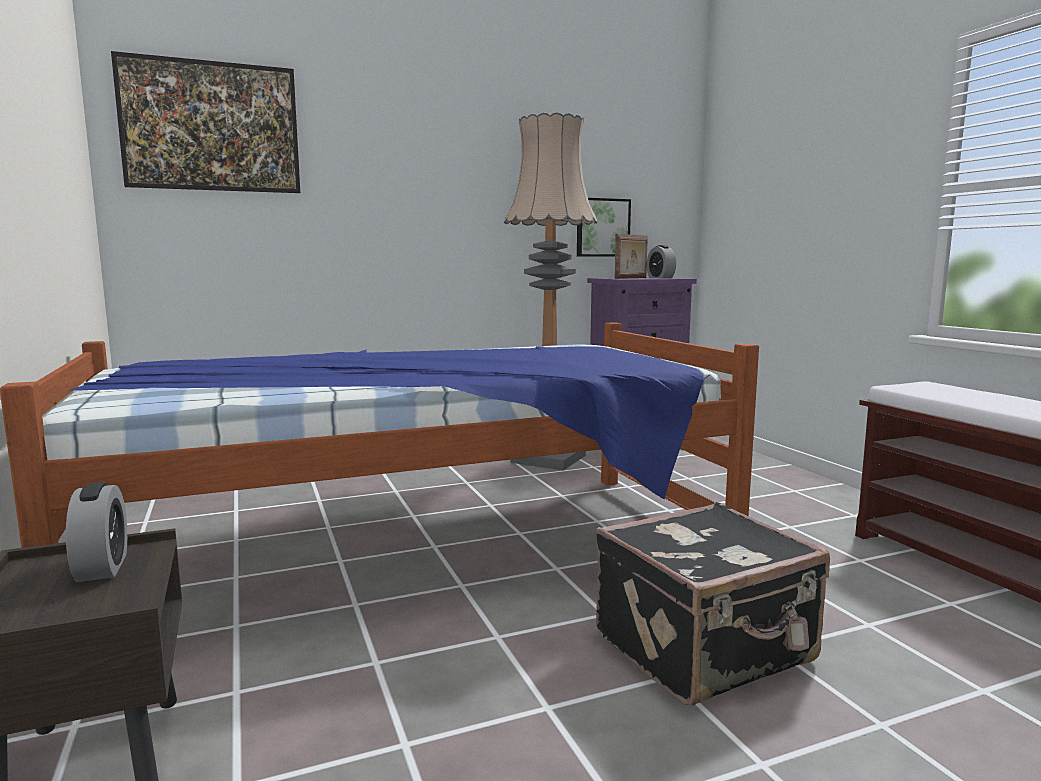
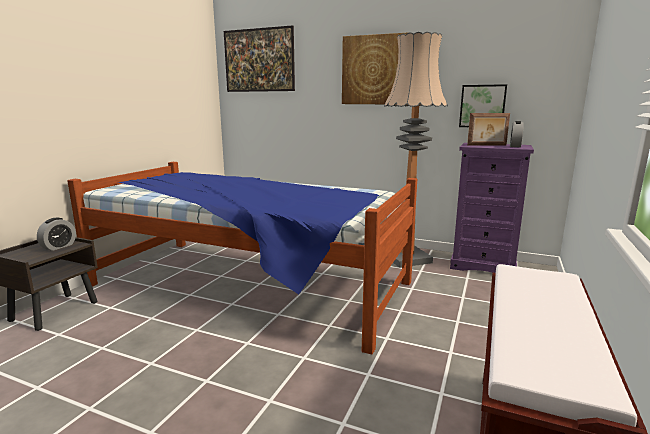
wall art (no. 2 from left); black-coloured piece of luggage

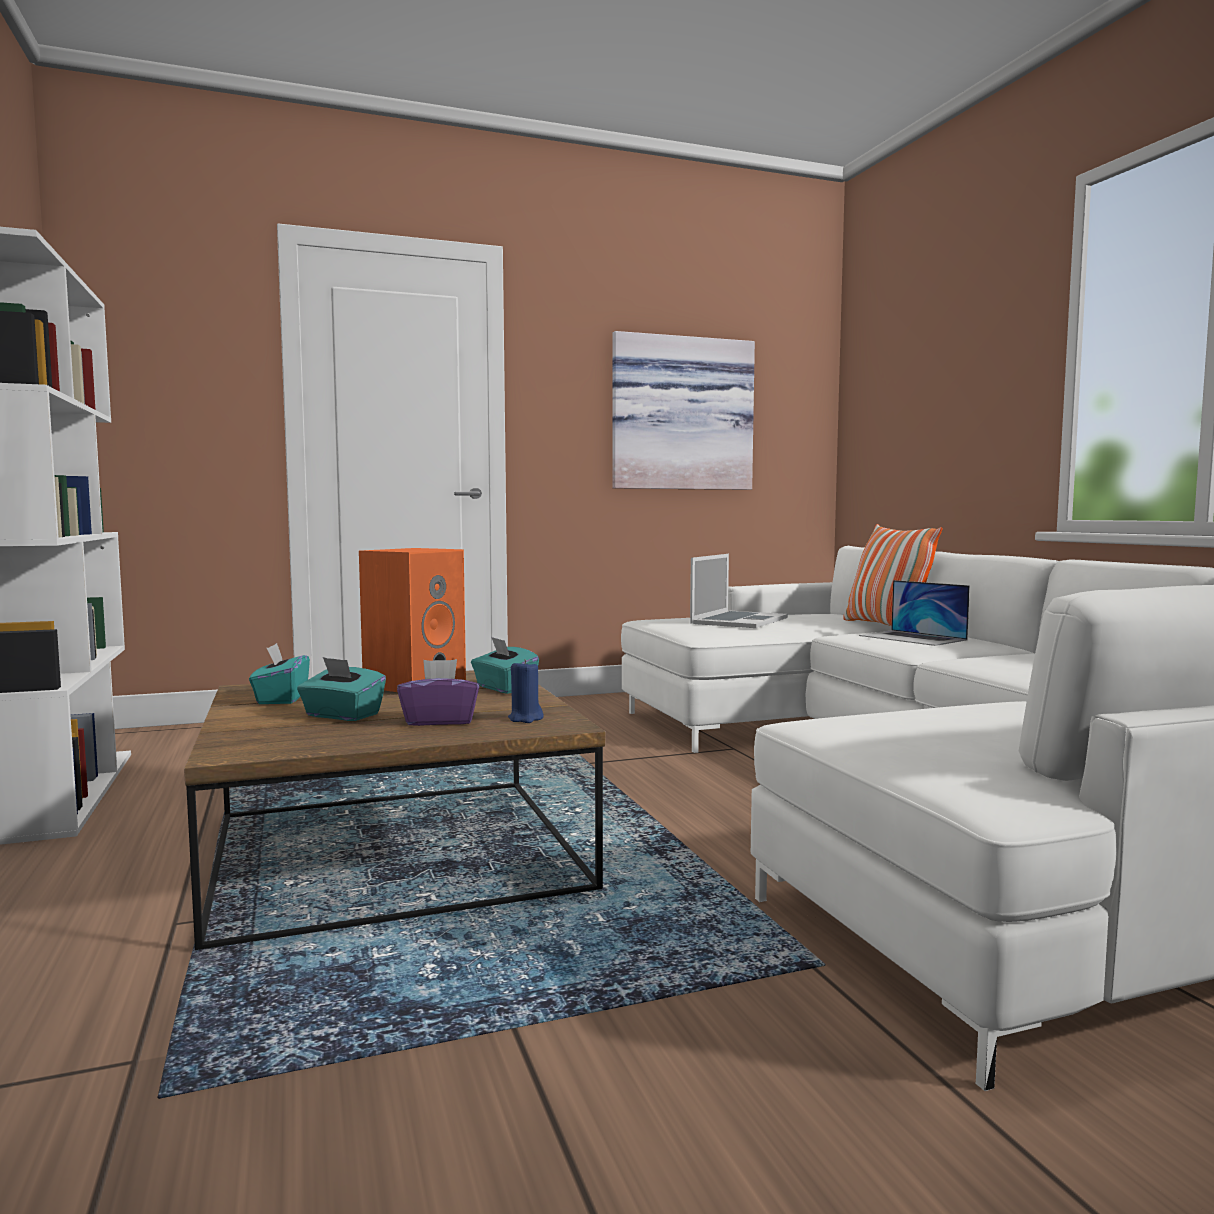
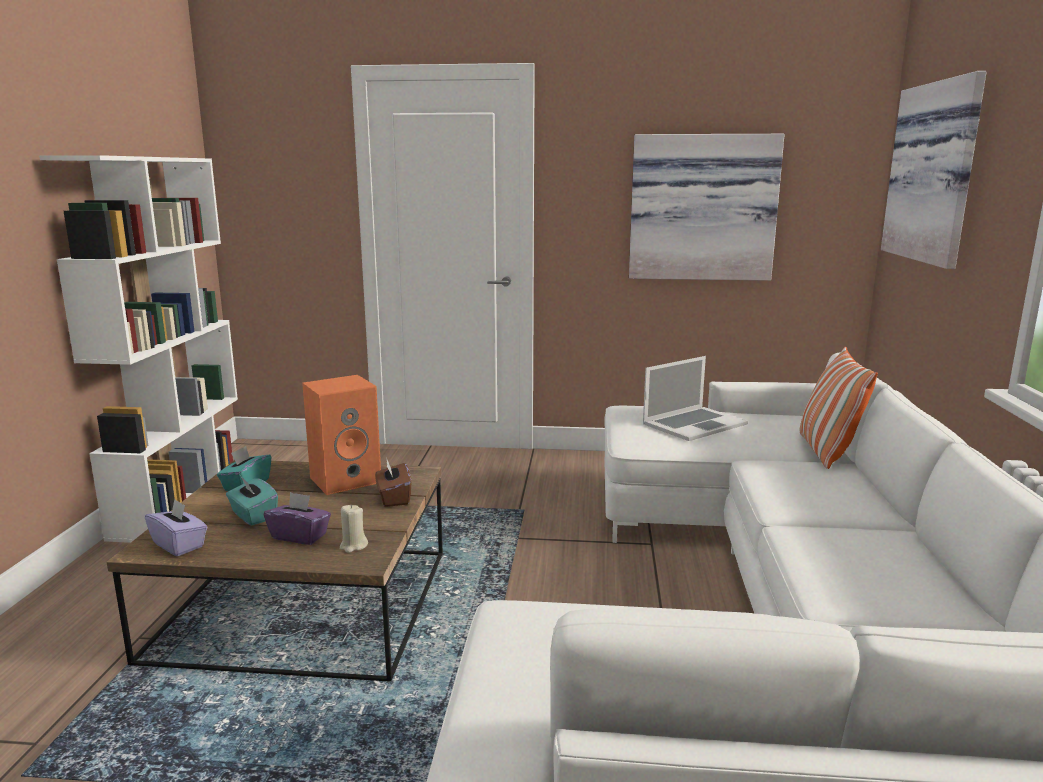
purple tissue holder (no. 1 from left); beige wax candle; brownish tissue holder; wall art (no. 2 from left); notebook computer (no. 2 from left in the first image)

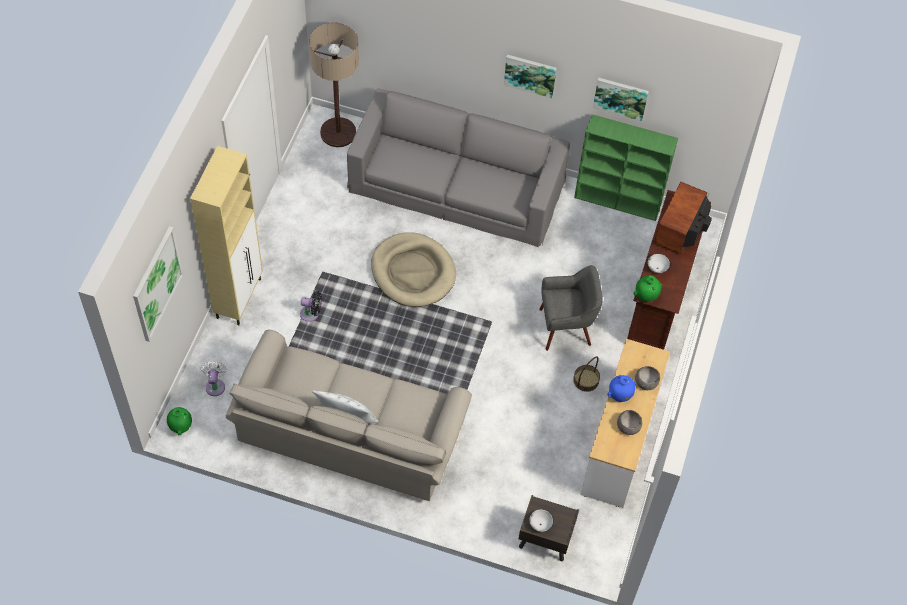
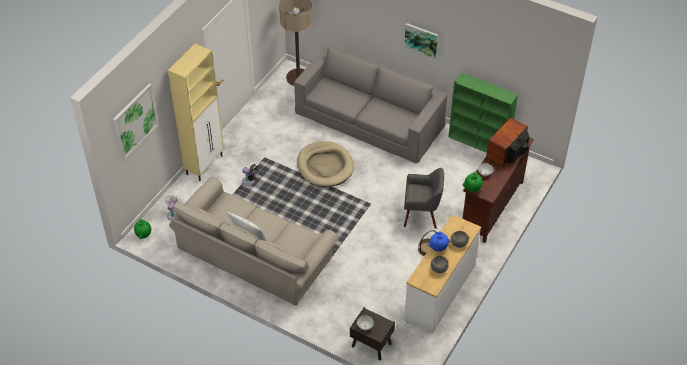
wall art (no. 3 from left in the first image)

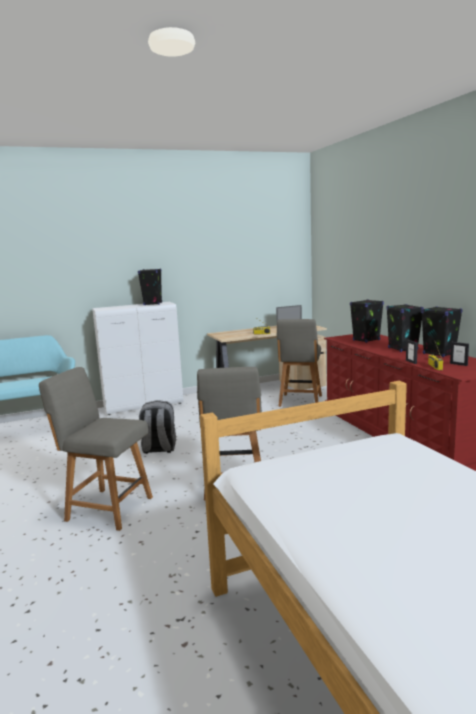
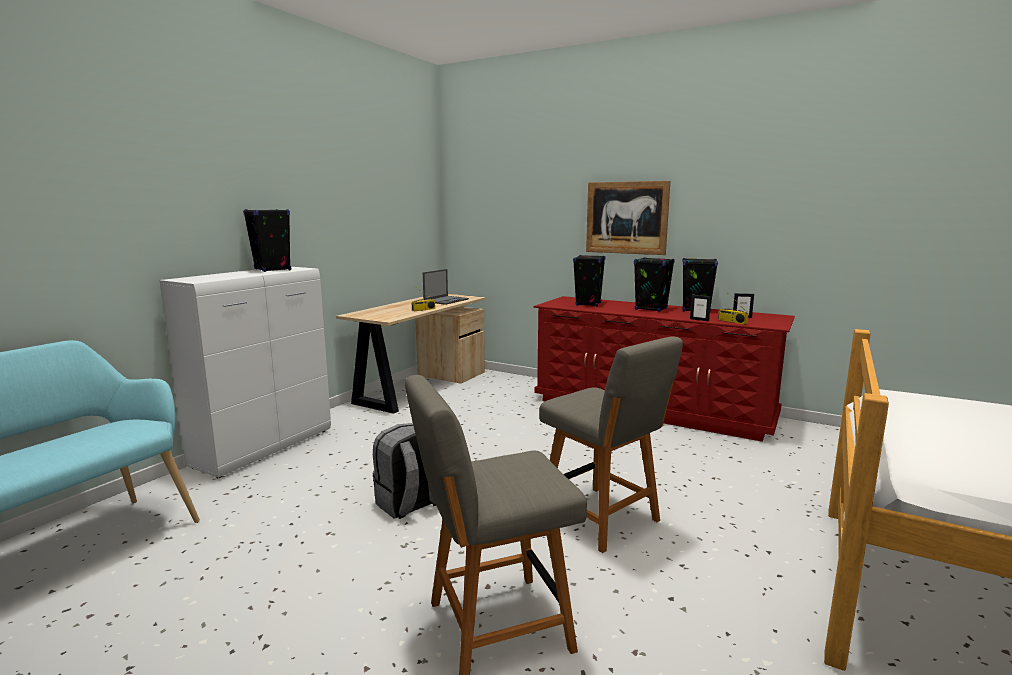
wall art; greyish plain chair (no. 3 from left in the first image)

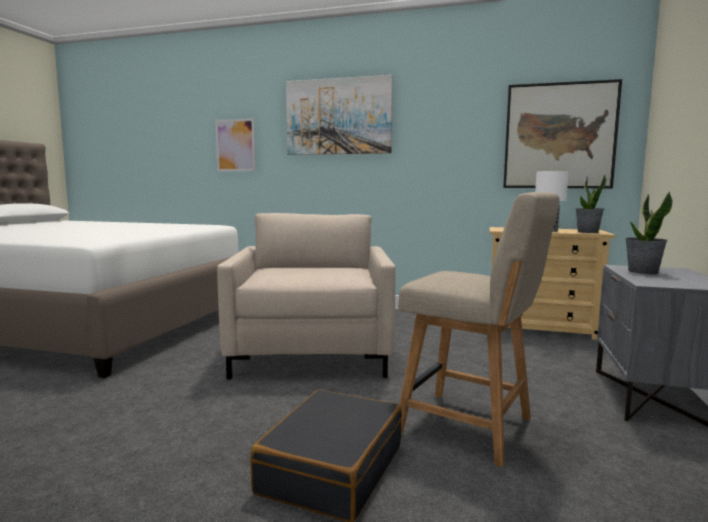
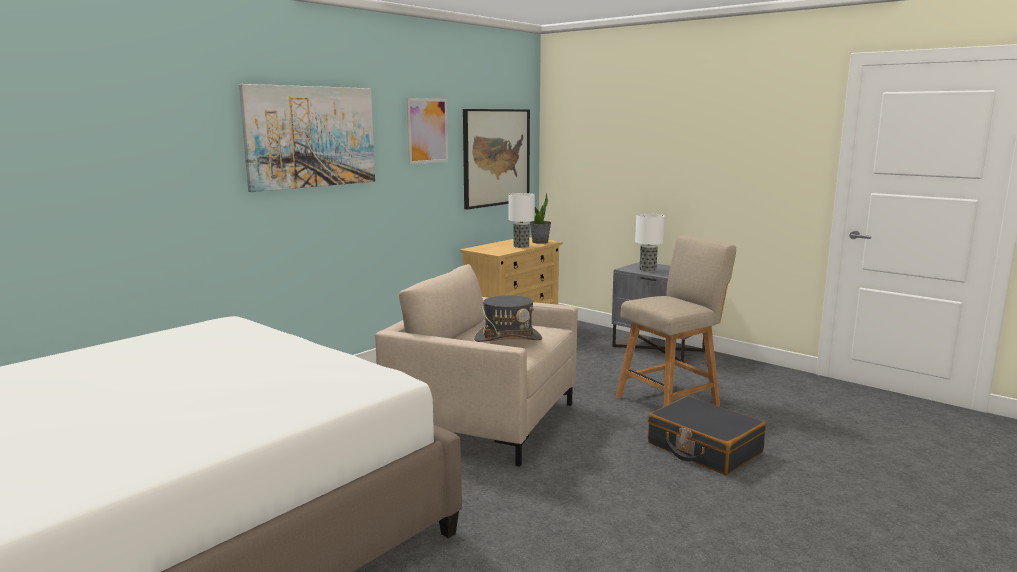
wall art (no. 2 from left); greyish wearable hat; lamp for a table (no. 2 from left)

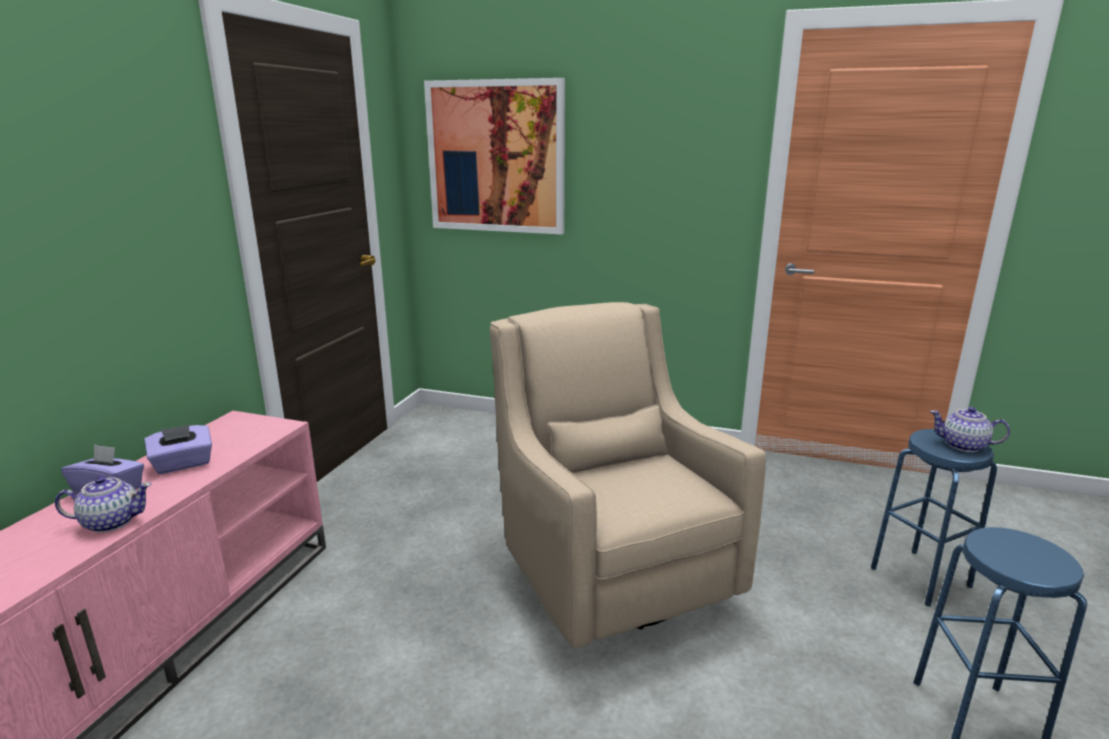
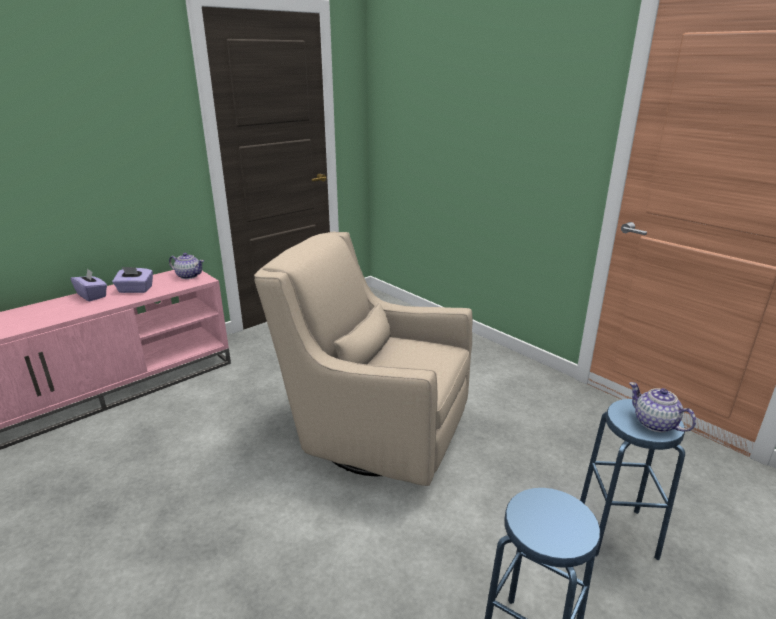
tea pot (no. 1 from left); beige easy chair; wall art

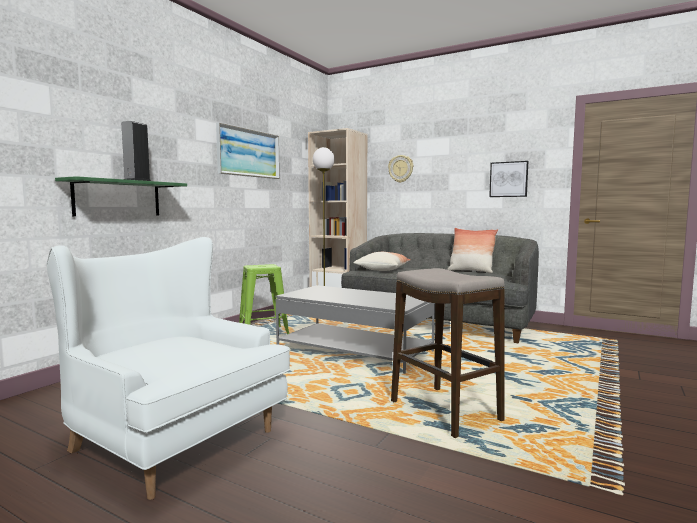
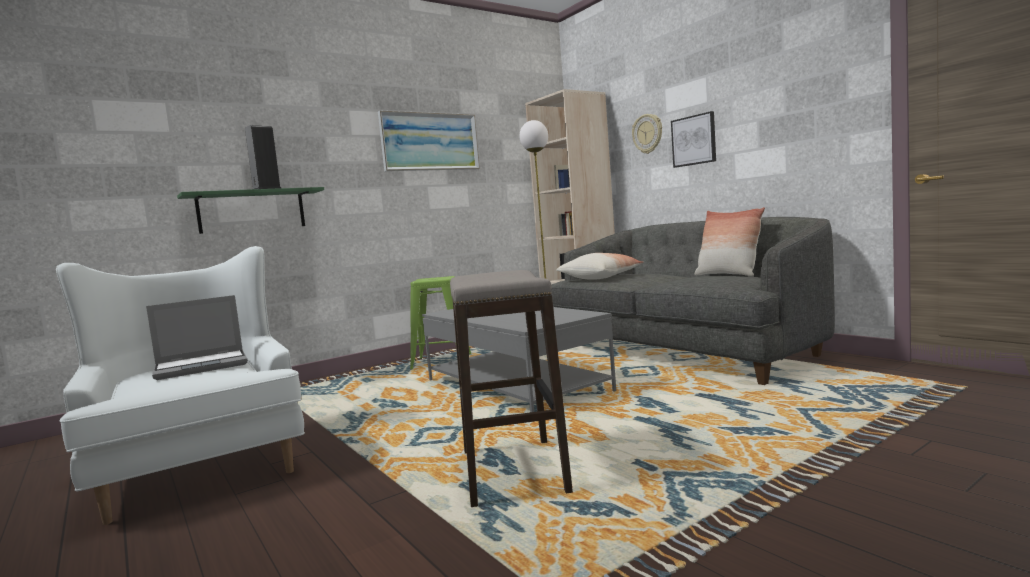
notebook computer; wall art (no. 2 from left)

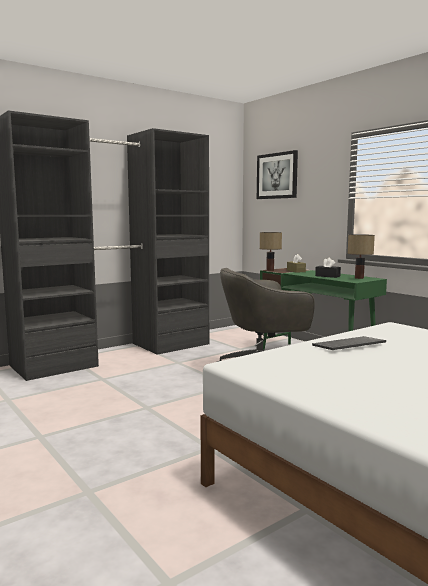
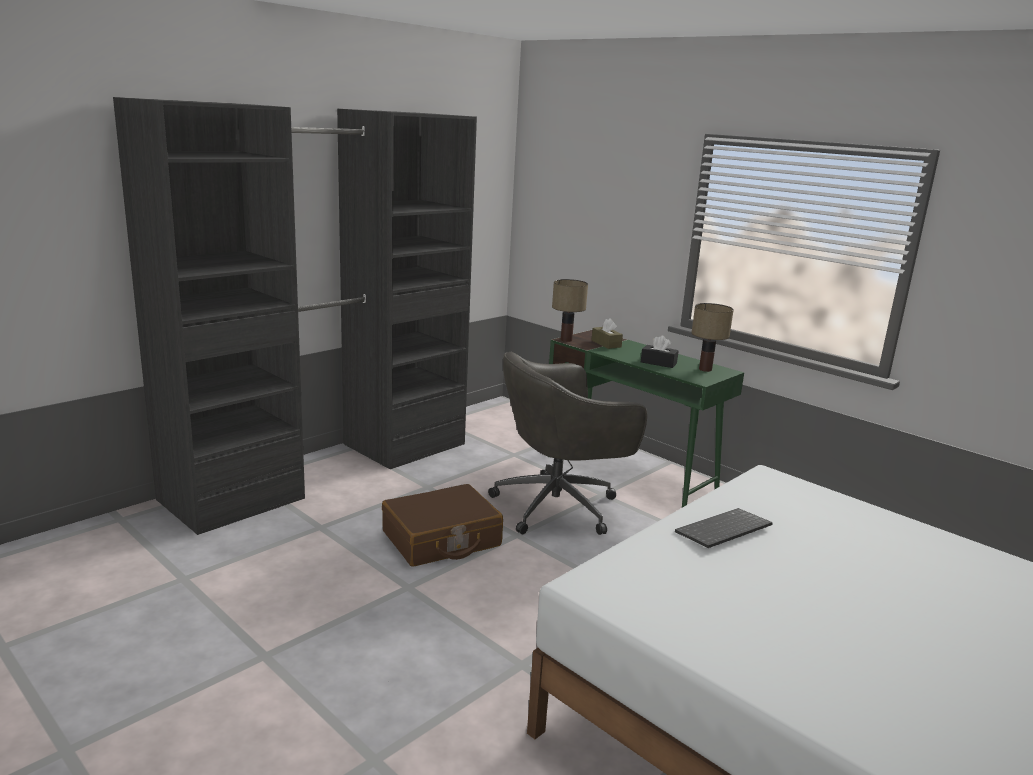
brownish piece of luggage; wall art

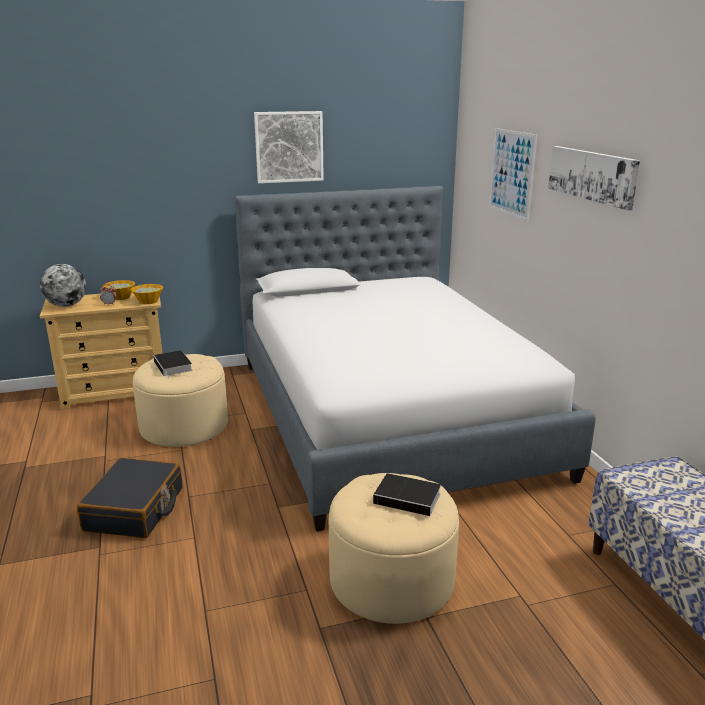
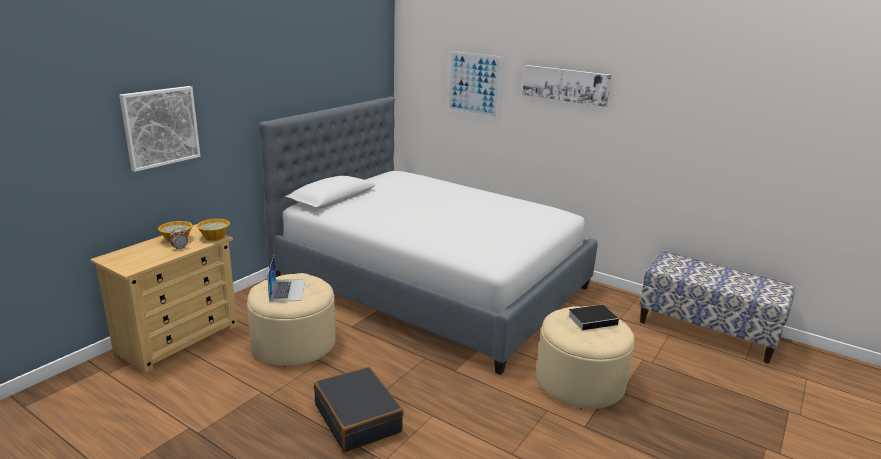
wall art (no. 1 from left); notebook computer; globe

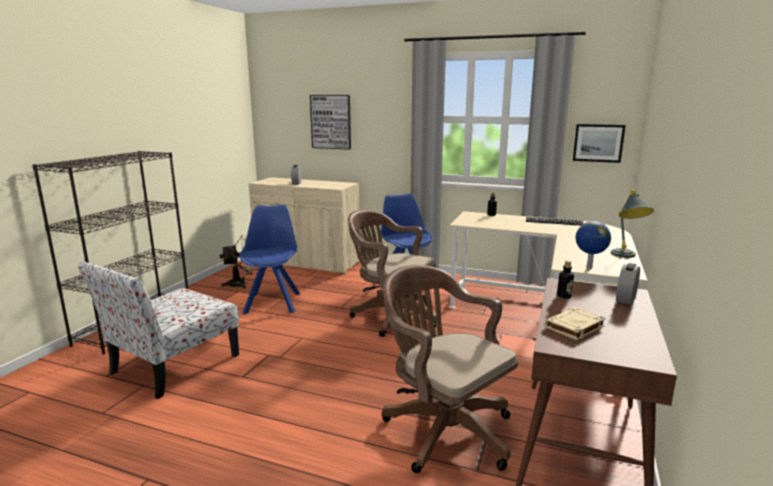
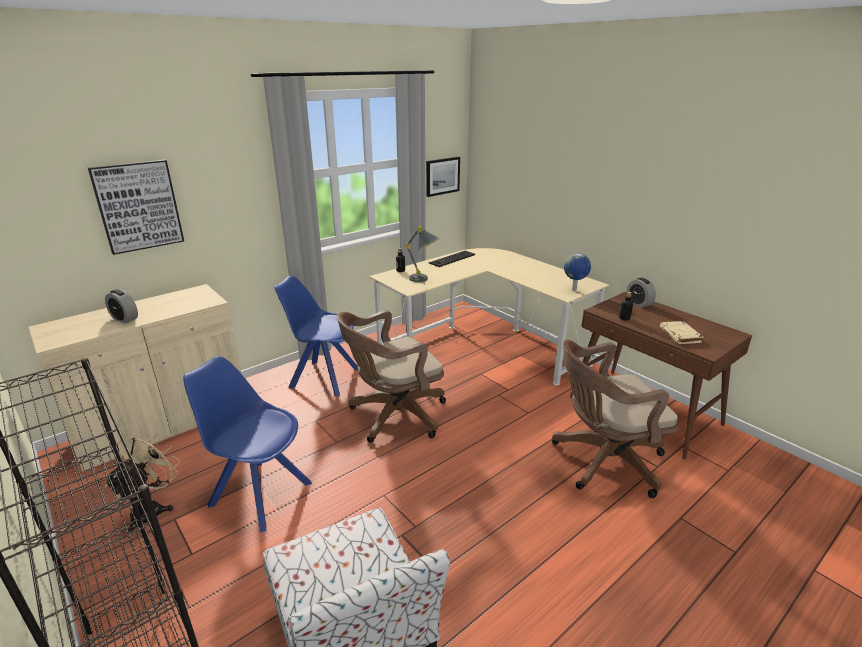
greyish lamp for a table

